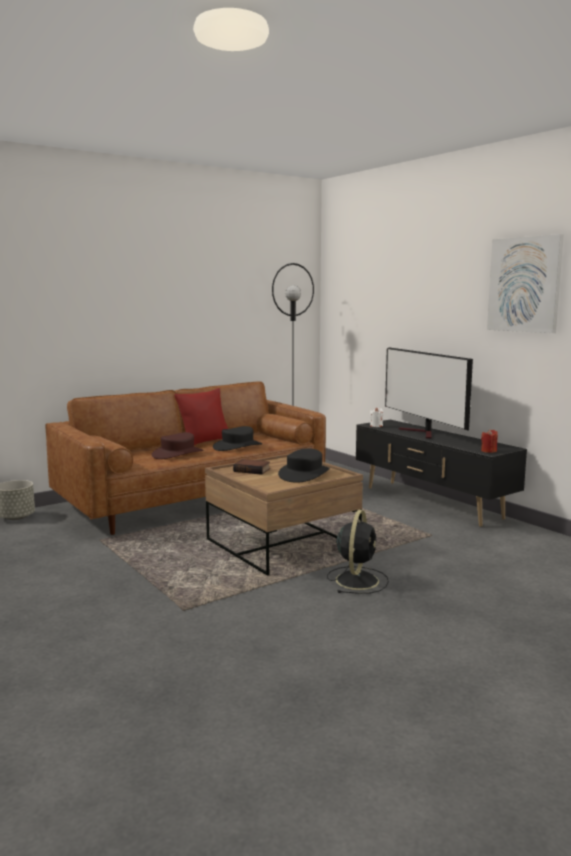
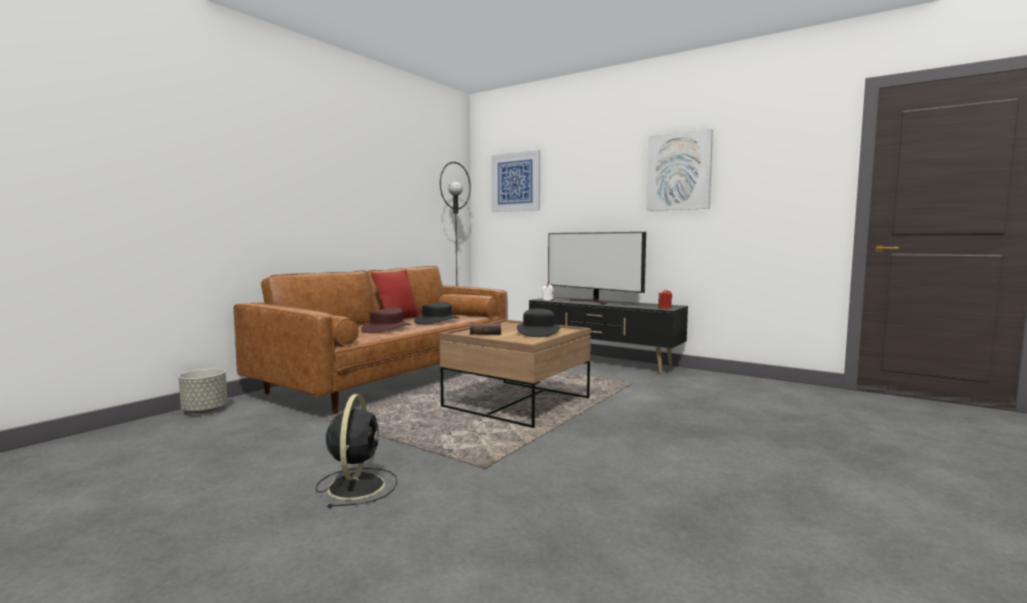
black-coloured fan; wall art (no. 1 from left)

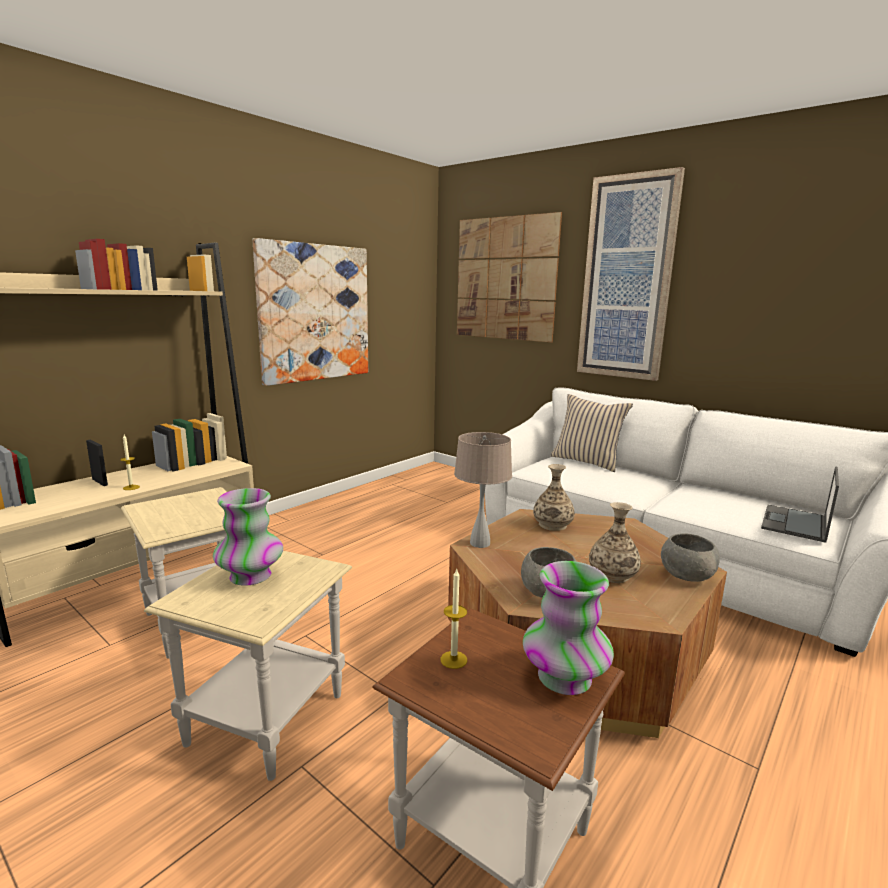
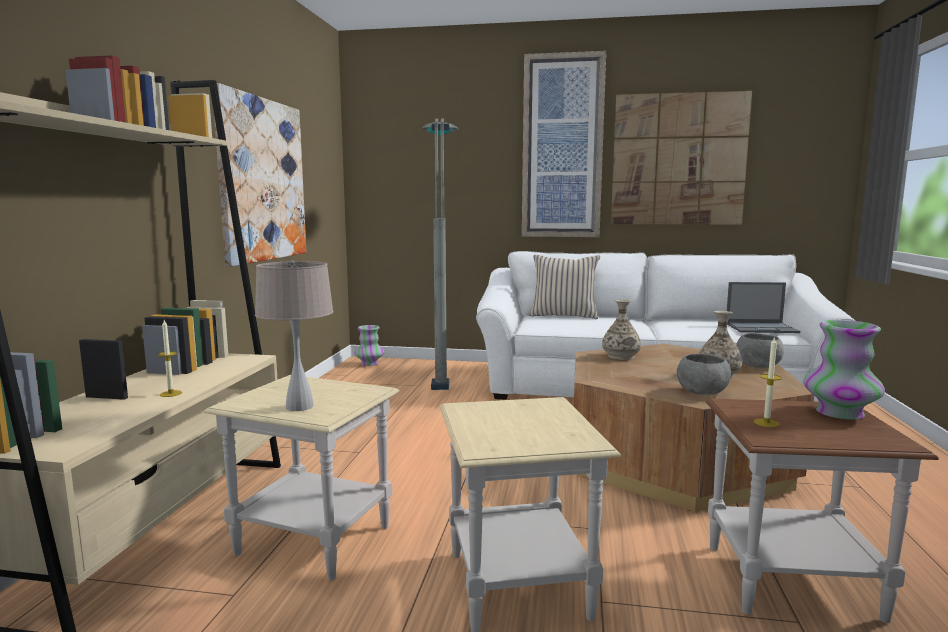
beige lamp for a table; vase (no. 1 from left); greyish standing lamp; wall art (no. 3 from left); notebook computer

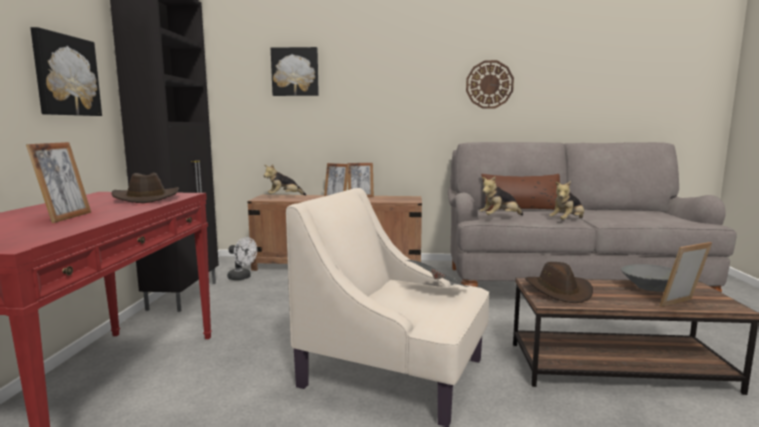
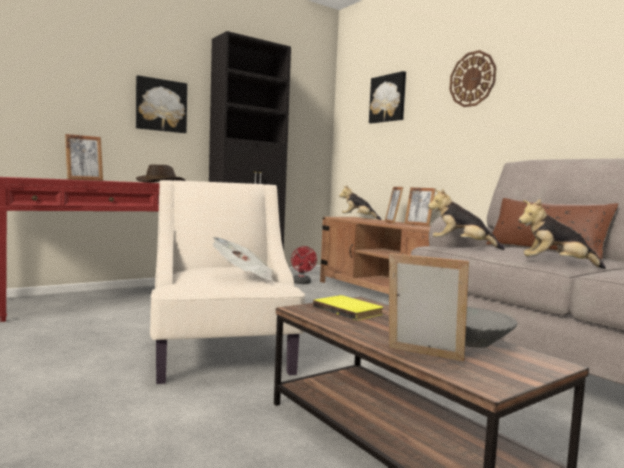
reddish fan; yellow-coloured book; wall clock

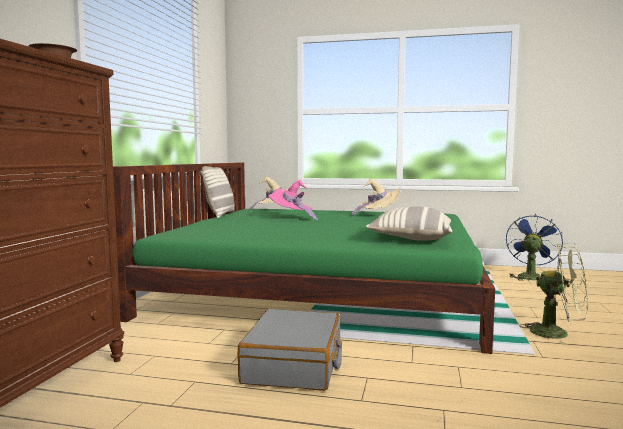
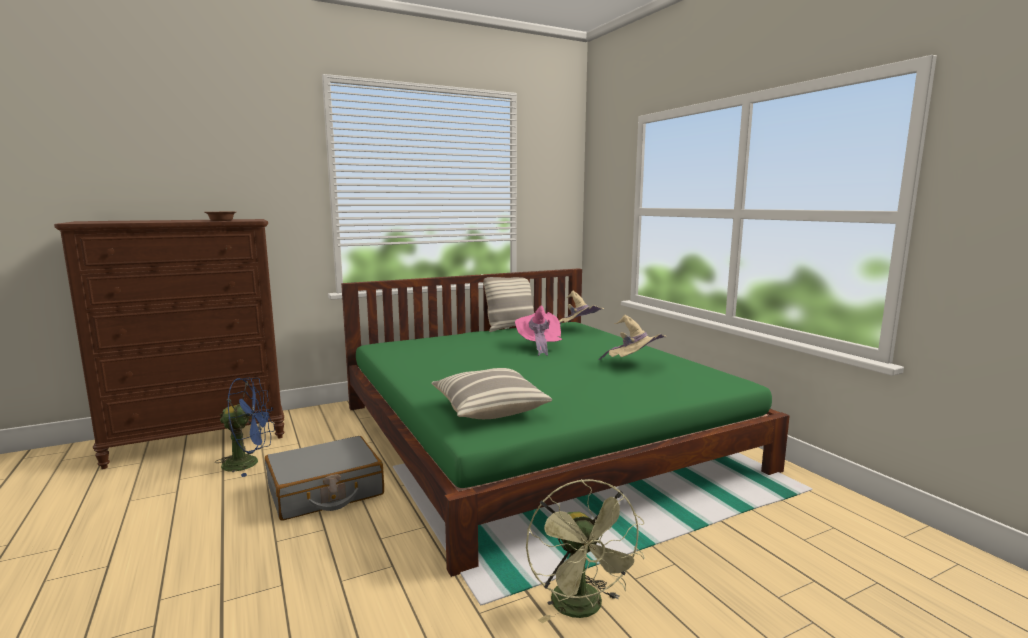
bluish fan

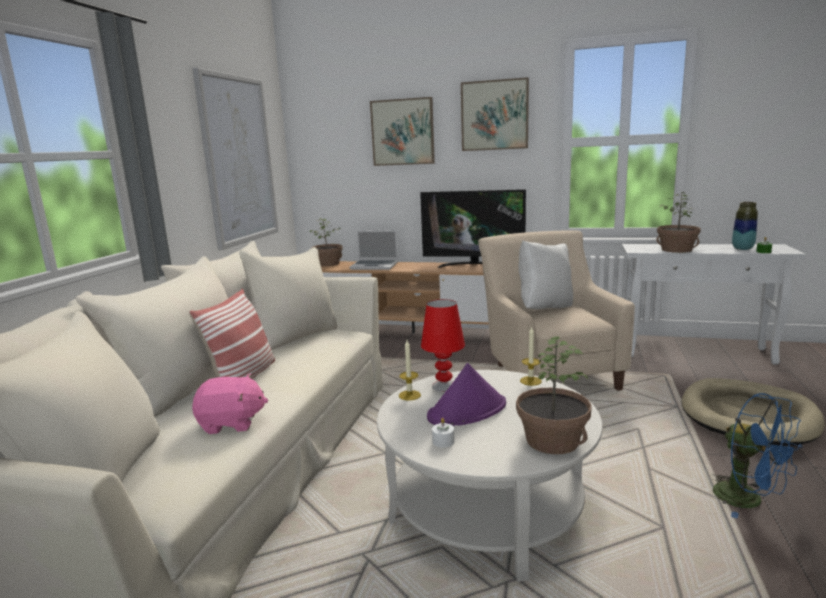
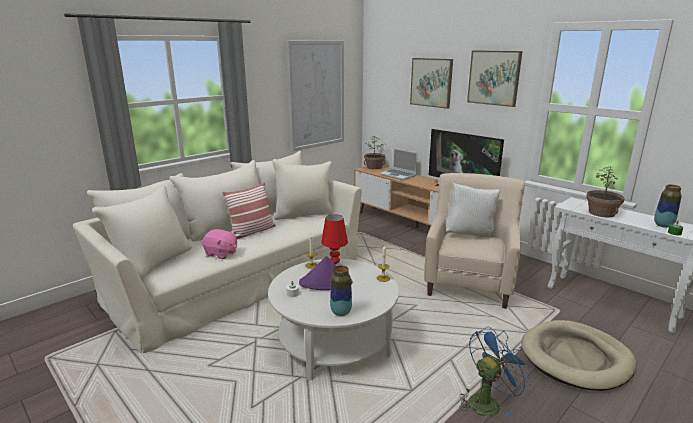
vase (no. 1 from left); bluish fan

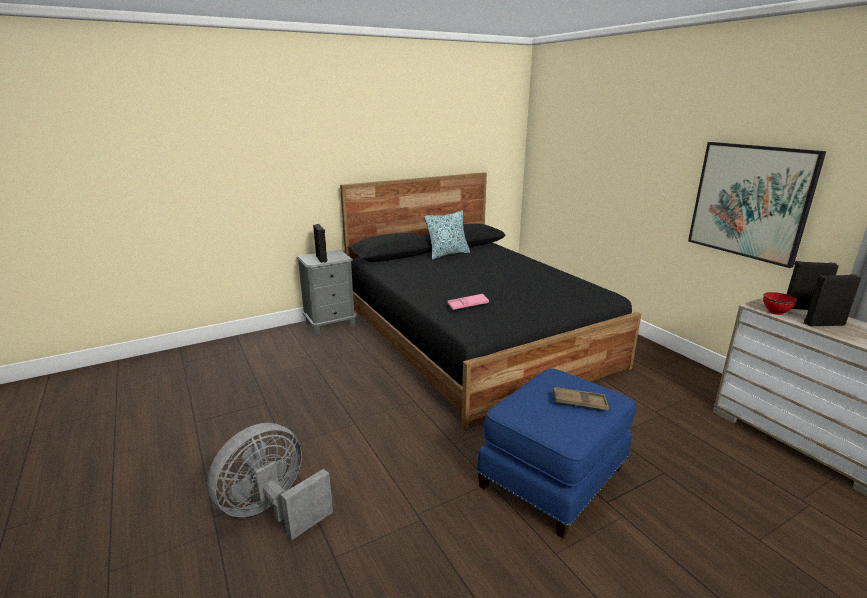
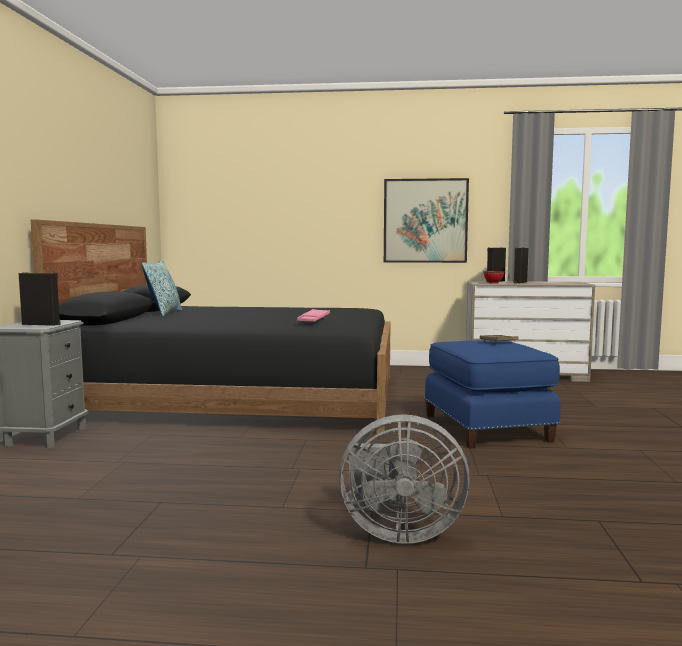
greyish fan

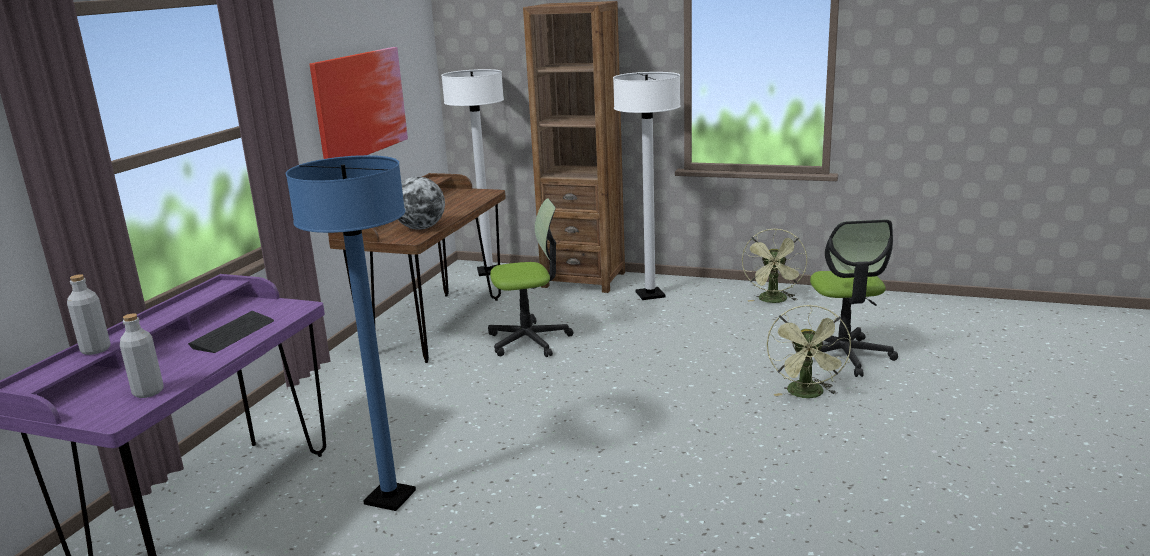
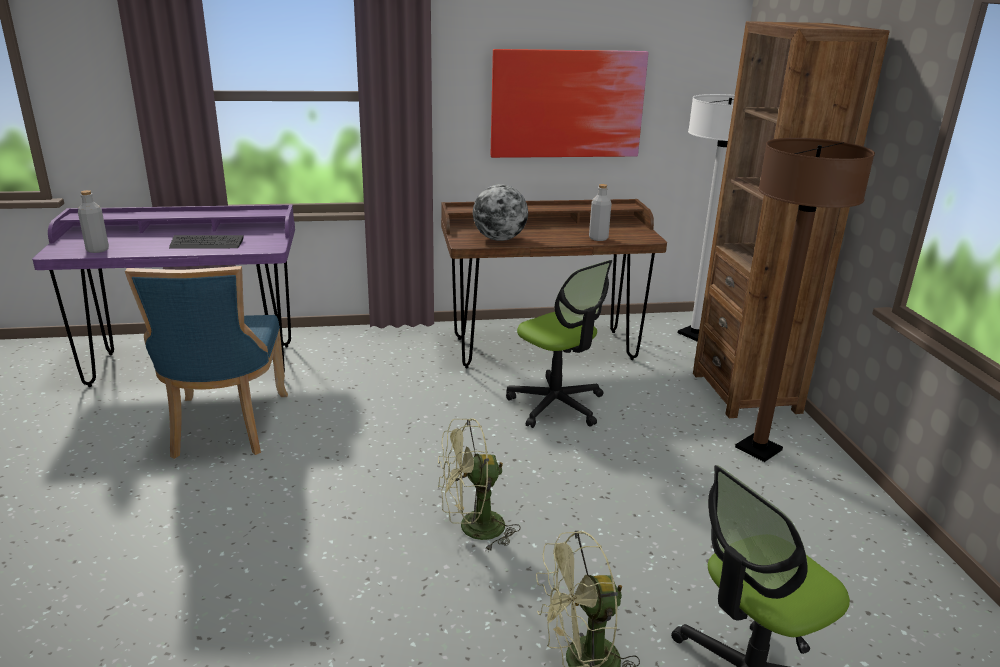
bluish plain chair; green fan (no. 1 from left); greyish bottle (no. 2 from left); brownish standing lamp

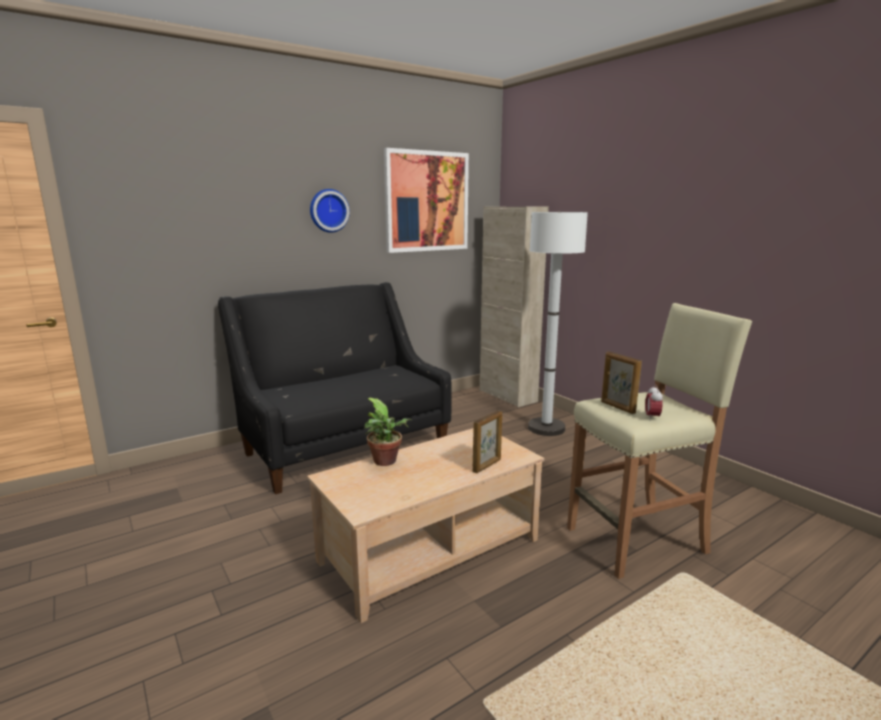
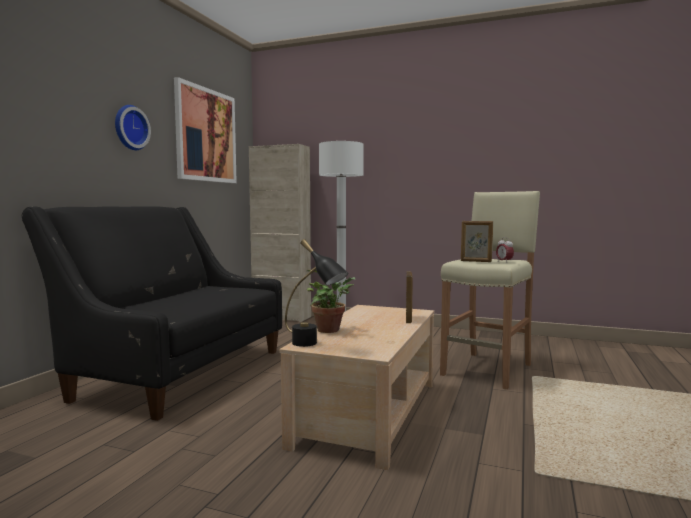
black-coloured lamp for a table

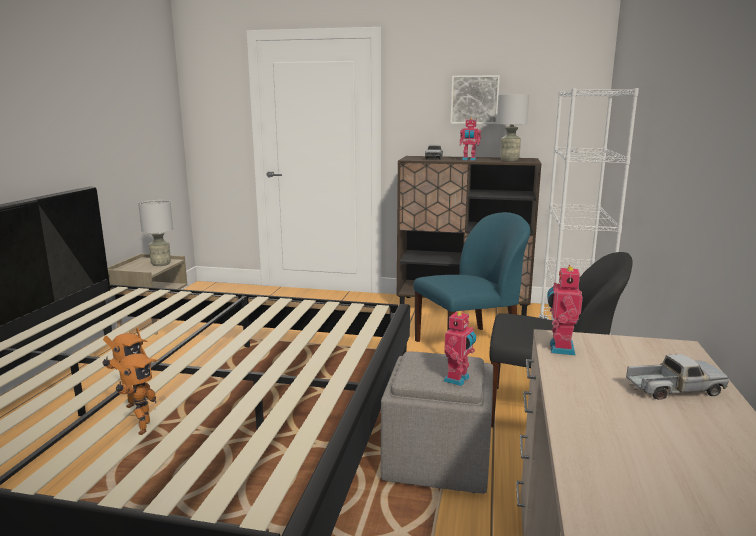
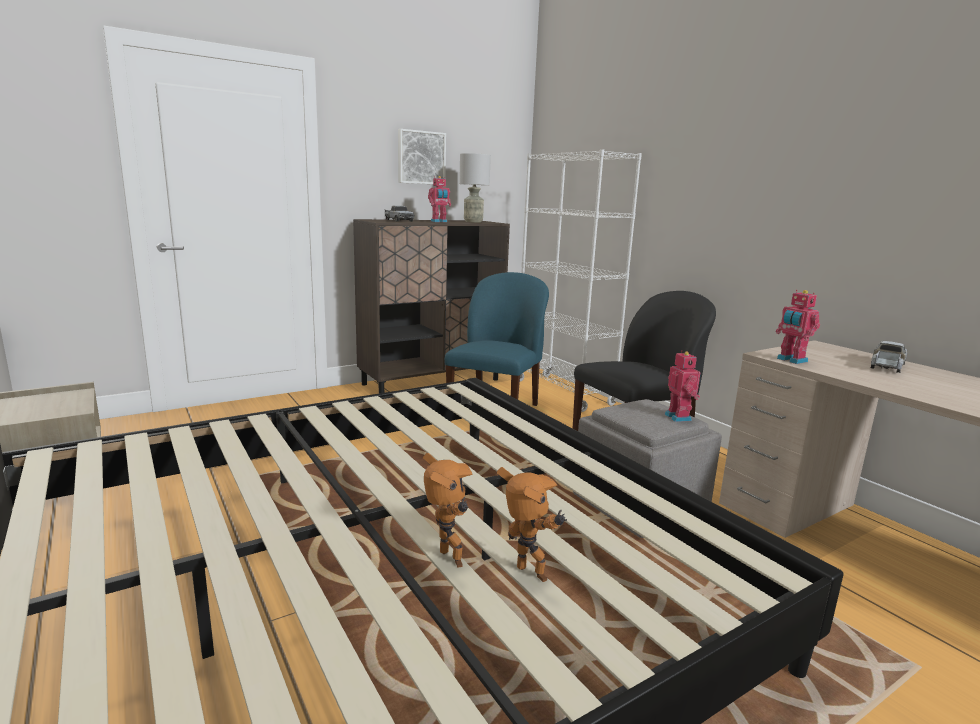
greyish lamp for a table (no. 1 from left in the first image)

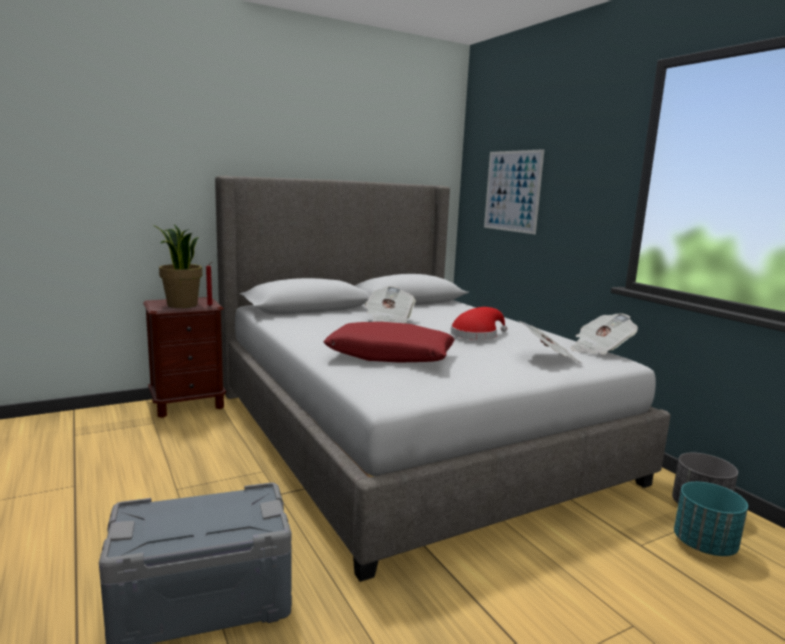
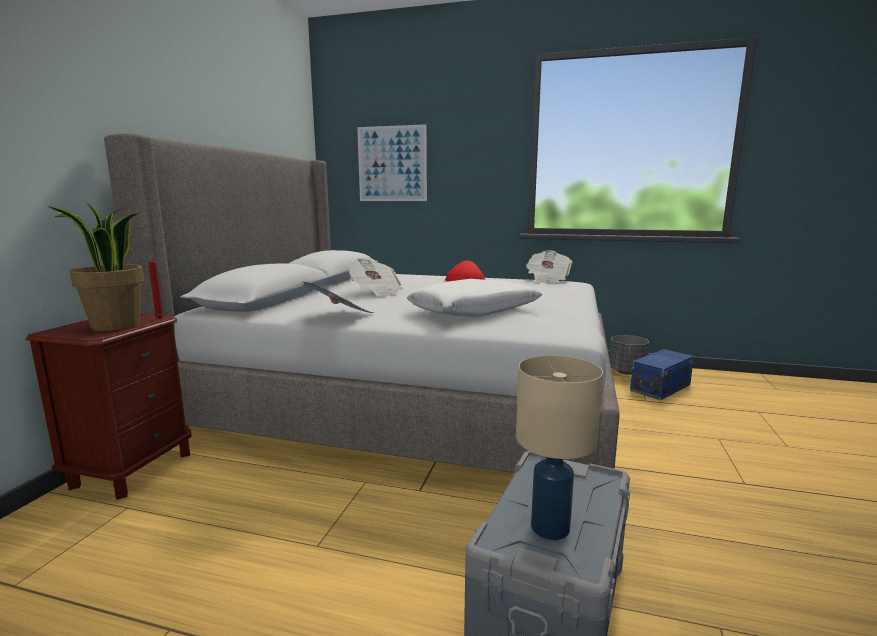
newspaper (no. 1 from left); white throw pillow; beige lamp for a table; bluish storage container

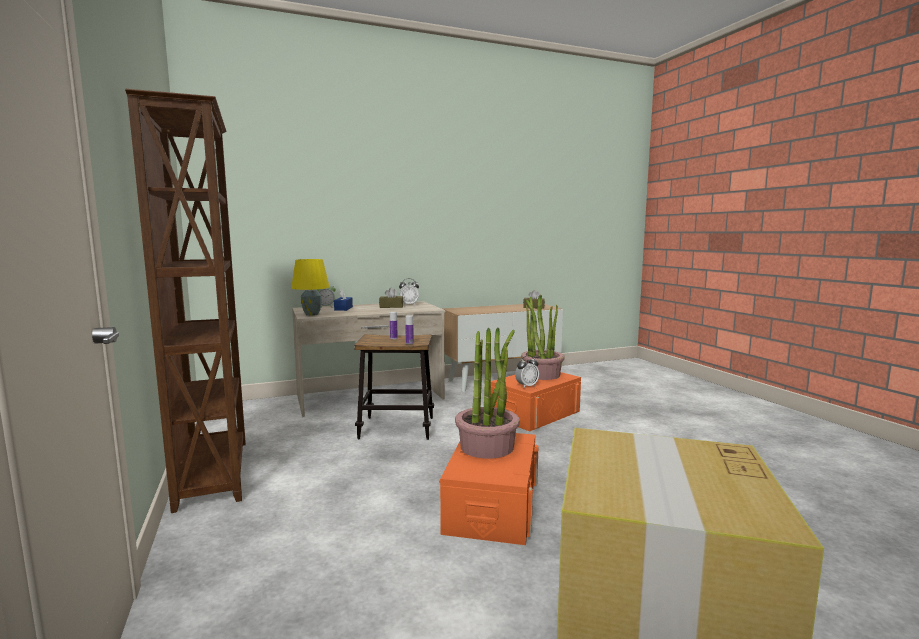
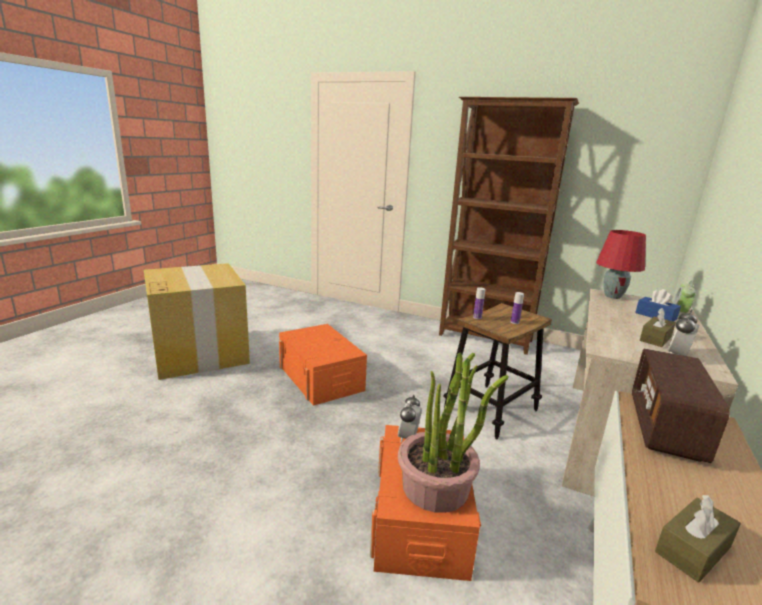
reddish lamp for a table; radio set; potted plant (no. 1 from left in the first image)

